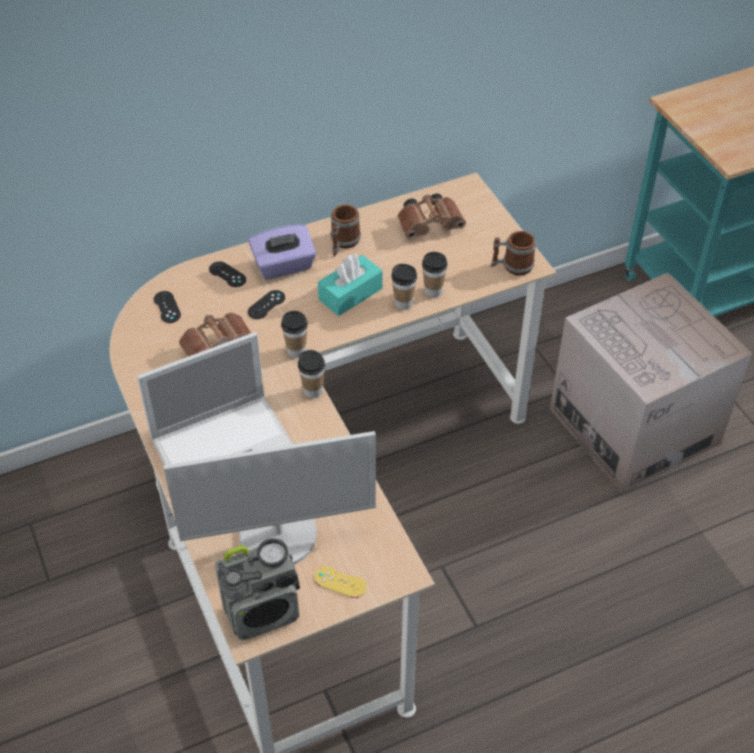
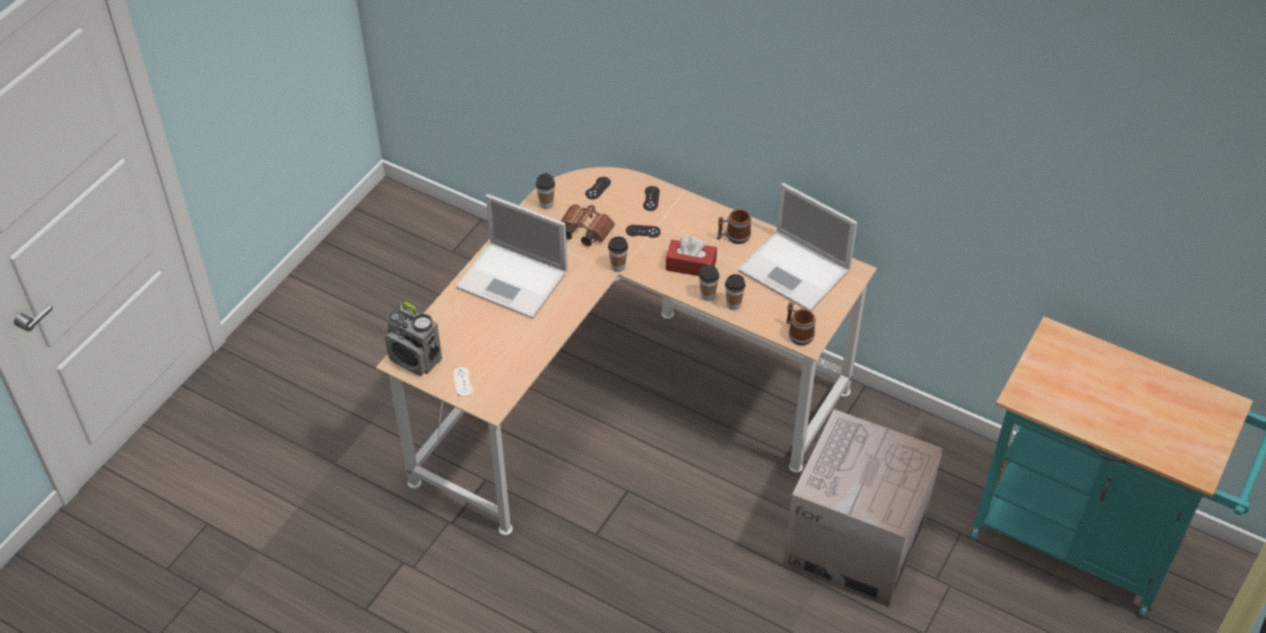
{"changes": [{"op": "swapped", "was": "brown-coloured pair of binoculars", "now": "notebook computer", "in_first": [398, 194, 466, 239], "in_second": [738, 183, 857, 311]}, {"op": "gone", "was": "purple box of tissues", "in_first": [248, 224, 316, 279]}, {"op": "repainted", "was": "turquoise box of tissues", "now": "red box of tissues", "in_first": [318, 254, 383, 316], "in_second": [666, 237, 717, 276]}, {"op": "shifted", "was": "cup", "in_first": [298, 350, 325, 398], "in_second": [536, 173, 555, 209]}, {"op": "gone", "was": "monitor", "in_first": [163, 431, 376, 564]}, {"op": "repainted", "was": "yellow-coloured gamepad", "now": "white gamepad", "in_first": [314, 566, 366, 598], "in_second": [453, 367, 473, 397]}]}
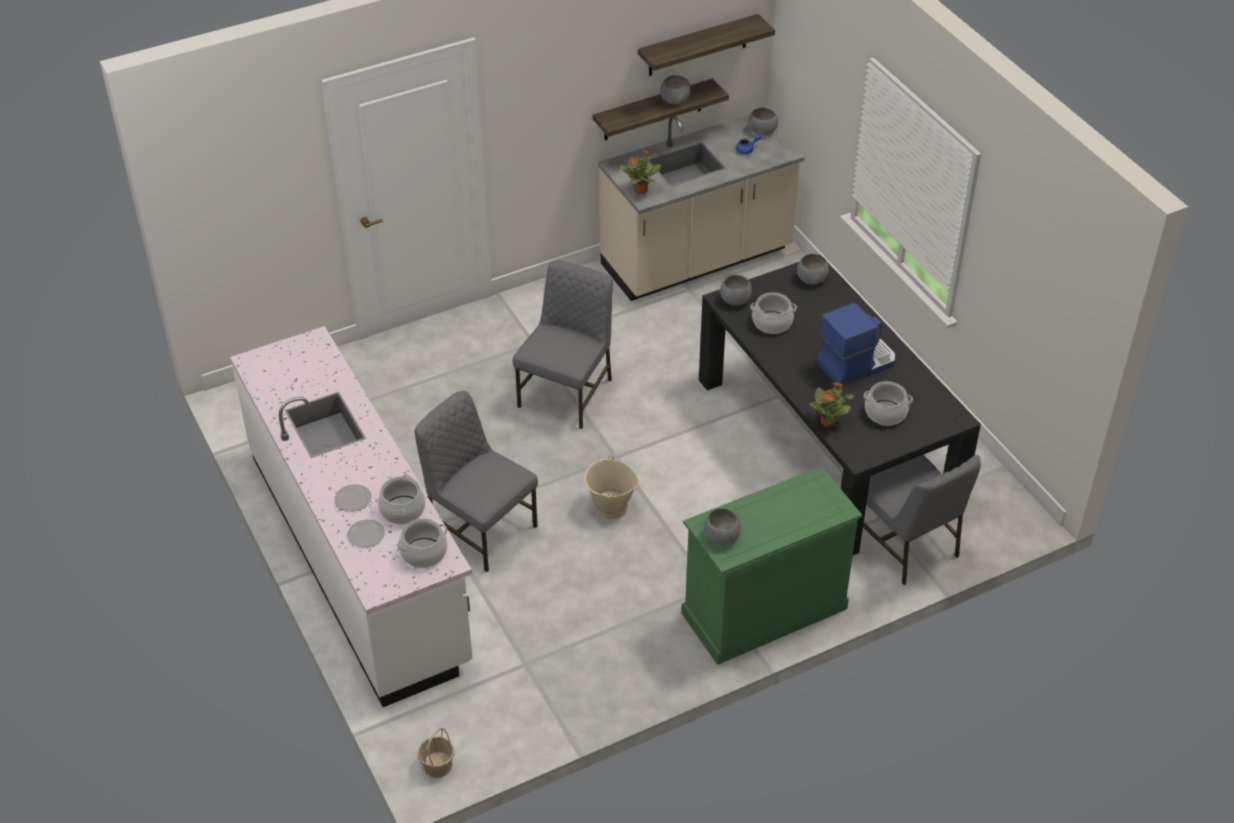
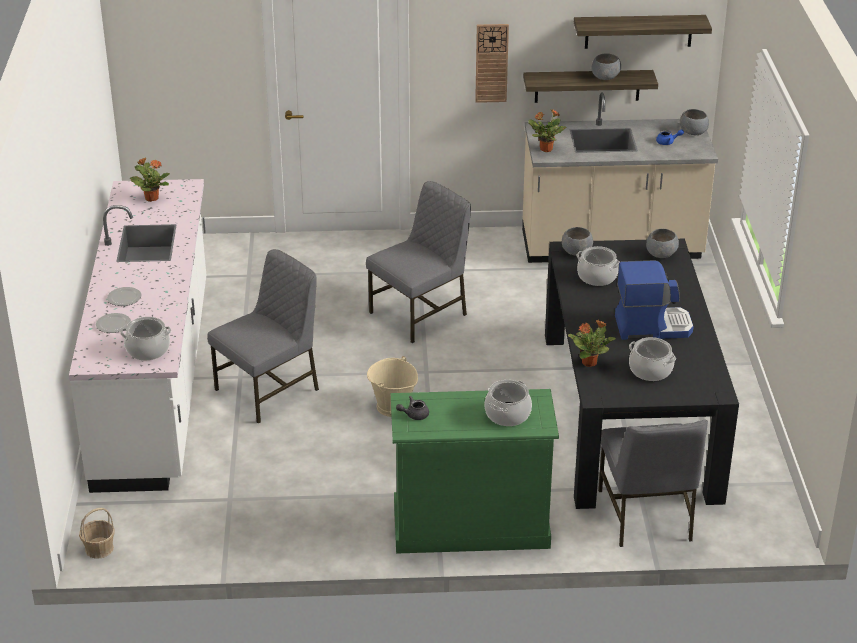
{"changes": [{"op": "rotated", "was": "gray plain chair", "in_first": [415, 391, 538, 572], "in_second": [207, 249, 319, 424], "clockwise": 75}, {"op": "shifted", "was": "cooking pot", "in_first": [378, 475, 425, 525], "in_second": [484, 380, 532, 426]}, {"op": "swapped", "was": "gray serving bowl", "now": "gray pot for tea", "in_first": [704, 508, 741, 545], "in_second": [396, 396, 429, 420]}, {"op": "new", "now": "wall clock", "in_second": [475, 24, 509, 103]}, {"op": "new", "now": "potted plant", "in_second": [130, 158, 170, 202]}]}
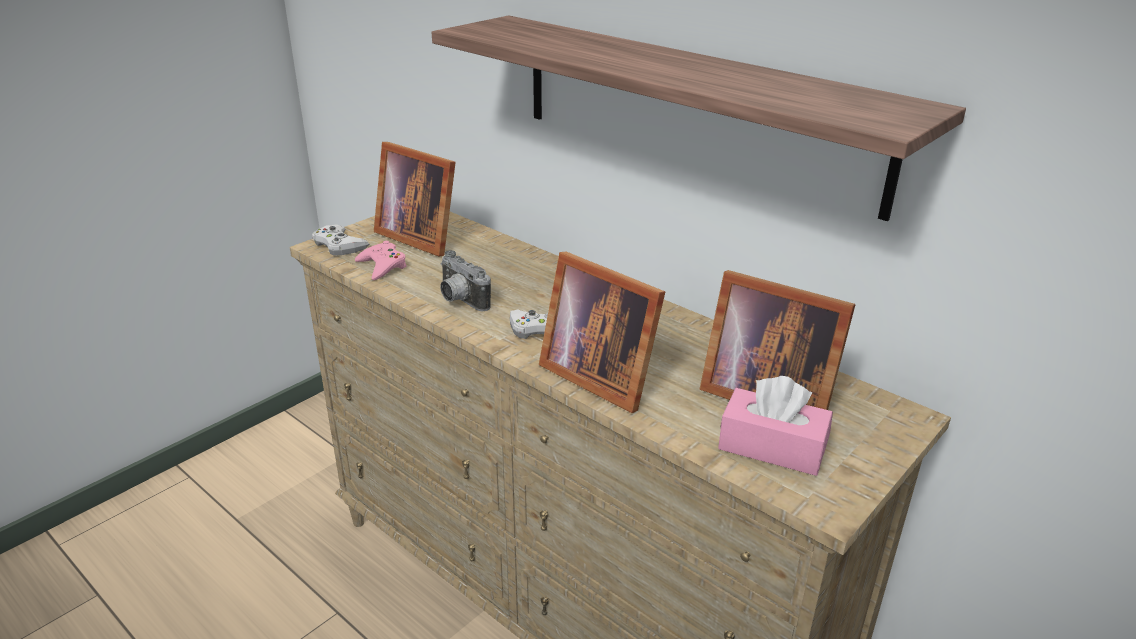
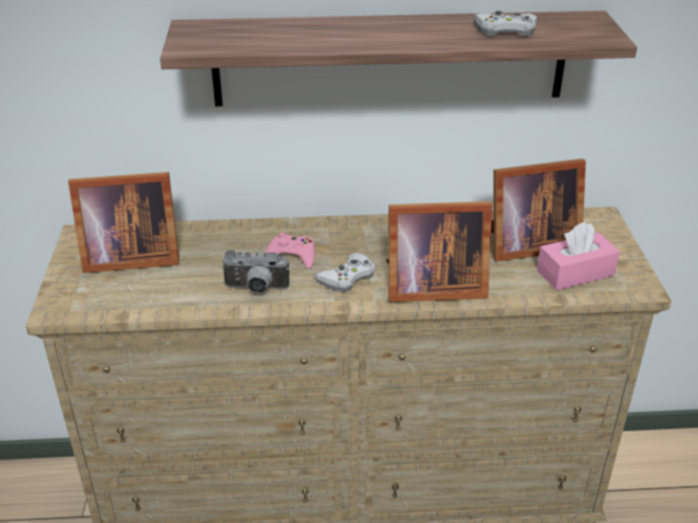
{"changes": [{"op": "shifted", "was": "white gamepad", "in_first": [312, 225, 370, 256], "in_second": [474, 11, 537, 37]}, {"op": "shifted", "was": "pink-coloured gamepad", "in_first": [355, 241, 407, 280], "in_second": [265, 232, 315, 269]}]}
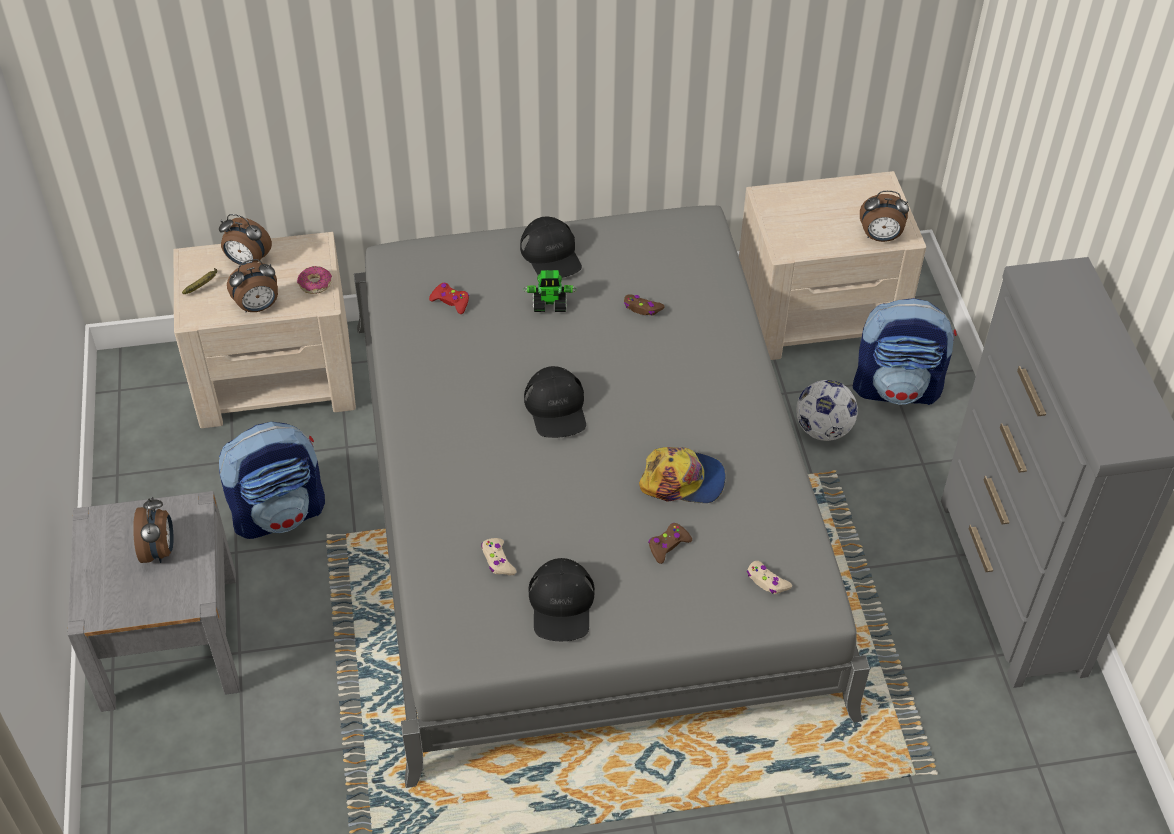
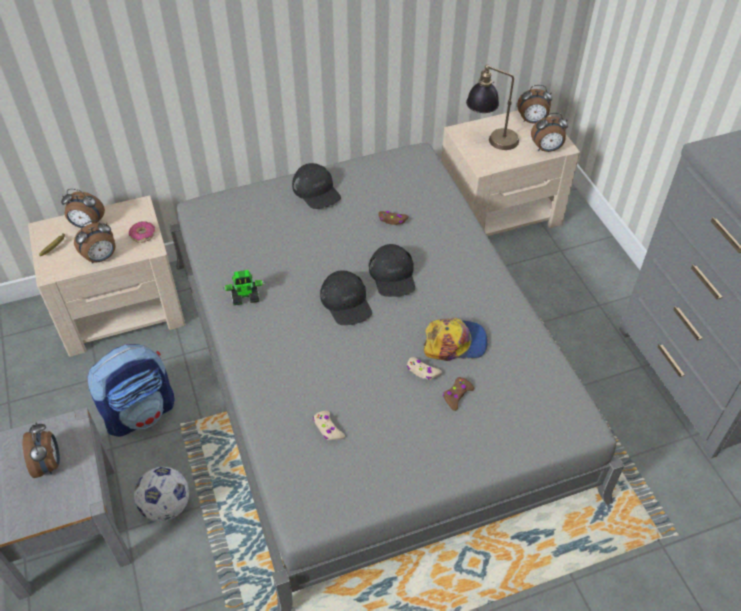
{"changes": [{"op": "shifted", "was": "toy robot", "in_first": [523, 270, 577, 312], "in_second": [222, 270, 266, 305]}, {"op": "gone", "was": "red gamepad", "in_first": [429, 283, 469, 314]}, {"op": "gone", "was": "rucksack", "in_first": [853, 298, 957, 405]}, {"op": "shifted", "was": "football", "in_first": [796, 380, 858, 441], "in_second": [134, 467, 189, 522]}, {"op": "shifted", "was": "black peaked cap", "in_first": [528, 558, 595, 641], "in_second": [369, 244, 415, 297]}, {"op": "shifted", "was": "beige gamepad", "in_first": [747, 561, 792, 594], "in_second": [407, 357, 442, 380]}, {"op": "new", "now": "lamp for a table", "in_second": [466, 64, 519, 150]}, {"op": "new", "now": "bedside clock", "in_second": [517, 85, 552, 124]}]}
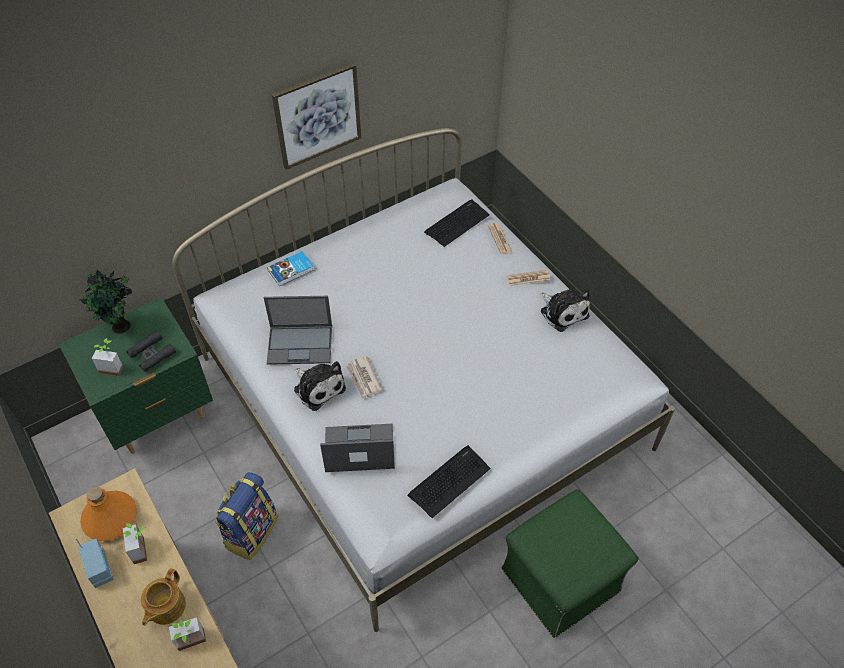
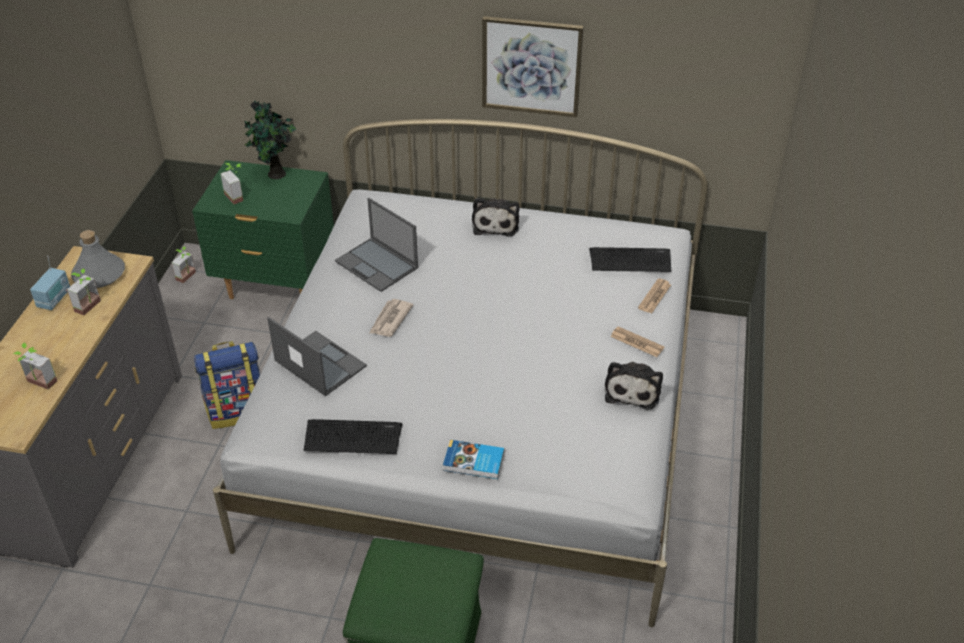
{"changes": [{"op": "shifted", "was": "bound book", "in_first": [267, 251, 314, 286], "in_second": [443, 440, 504, 479]}, {"op": "gone", "was": "black pair of binoculars", "in_first": [126, 330, 176, 372]}, {"op": "shifted", "was": "cuddly toy", "in_first": [294, 361, 346, 411], "in_second": [472, 198, 520, 237]}, {"op": "repainted", "was": "orange drink bottle", "now": "gray drink bottle", "in_first": [80, 486, 137, 541], "in_second": [71, 230, 125, 288]}, {"op": "gone", "was": "pot for tea", "in_first": [141, 568, 186, 626]}, {"op": "new", "now": "potted plant", "in_second": [172, 246, 196, 283]}]}
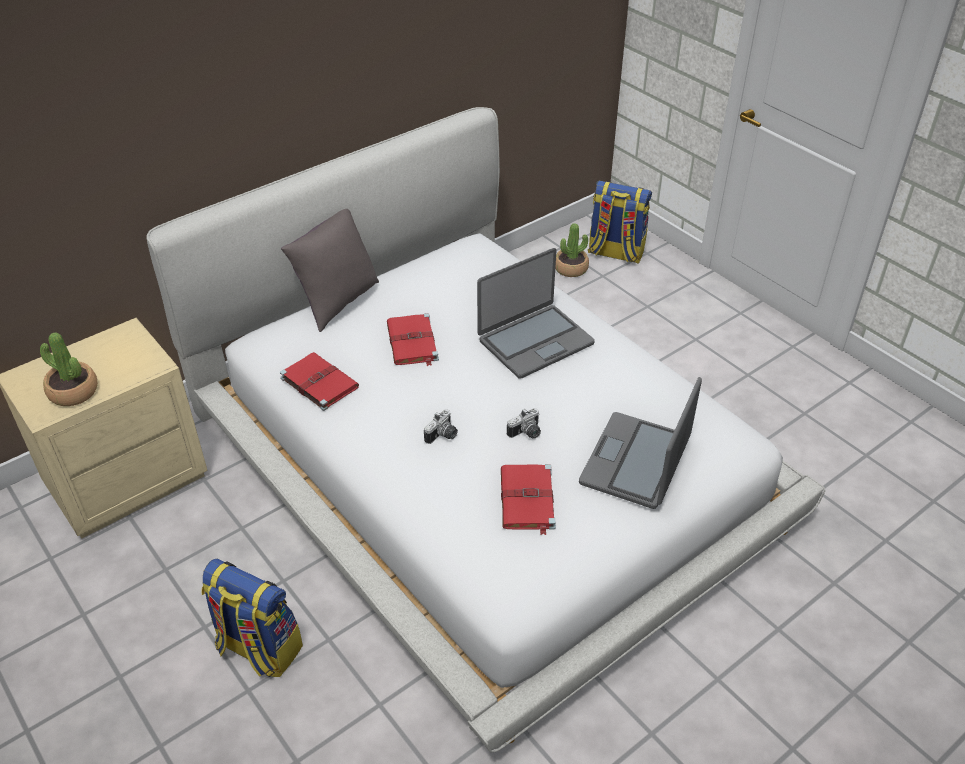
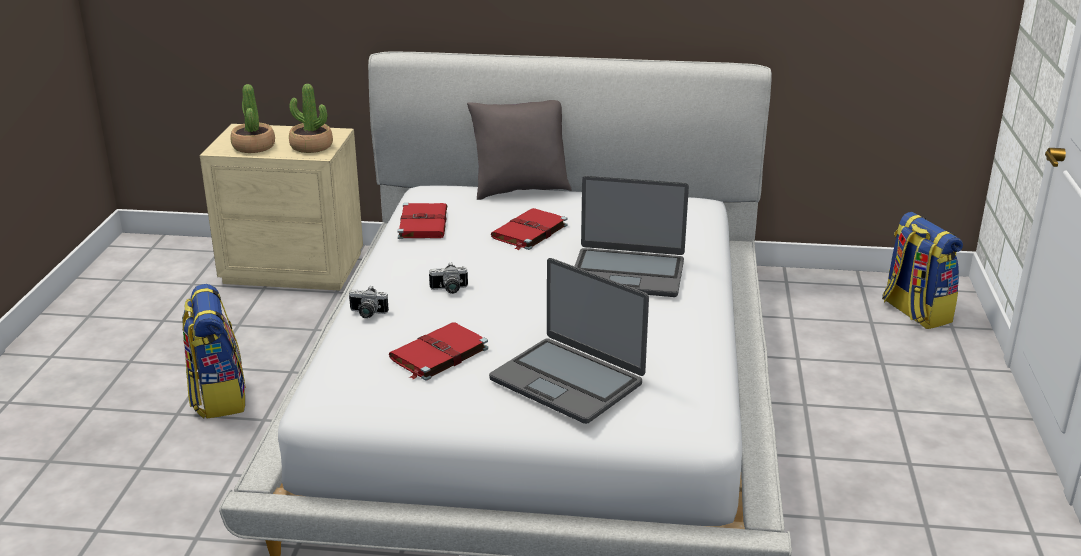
{"changes": [{"op": "shifted", "was": "potted plant", "in_first": [555, 223, 589, 277], "in_second": [289, 84, 333, 153]}, {"op": "rotated", "was": "notebook computer", "in_first": [579, 377, 702, 509], "in_second": [489, 258, 649, 424], "clockwise": -120}, {"op": "shifted", "was": "photo camera", "in_first": [507, 408, 541, 439], "in_second": [349, 286, 389, 318]}]}
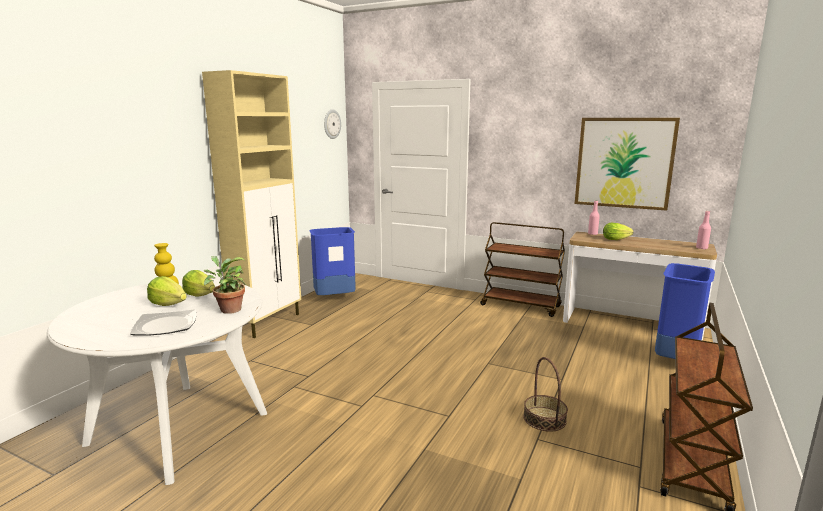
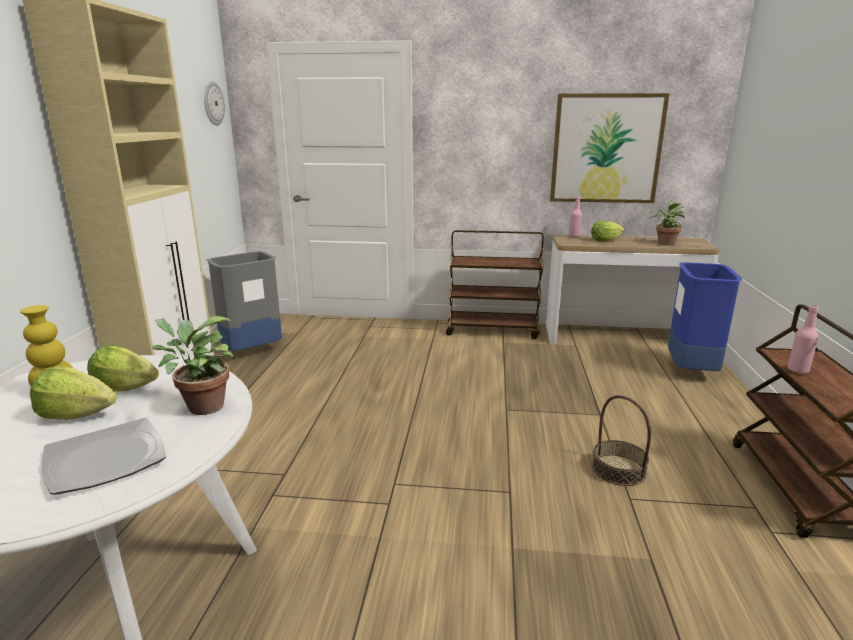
{"changes": [{"op": "shifted", "was": "pink-coloured drink bottle", "in_first": [696, 211, 711, 249], "in_second": [787, 305, 819, 373]}, {"op": "repainted", "was": "blue-coloured rubbish bin", "now": "gray rubbish bin", "in_first": [309, 227, 356, 295], "in_second": [206, 251, 282, 351]}, {"op": "new", "now": "potted plant", "in_second": [649, 202, 685, 245]}]}
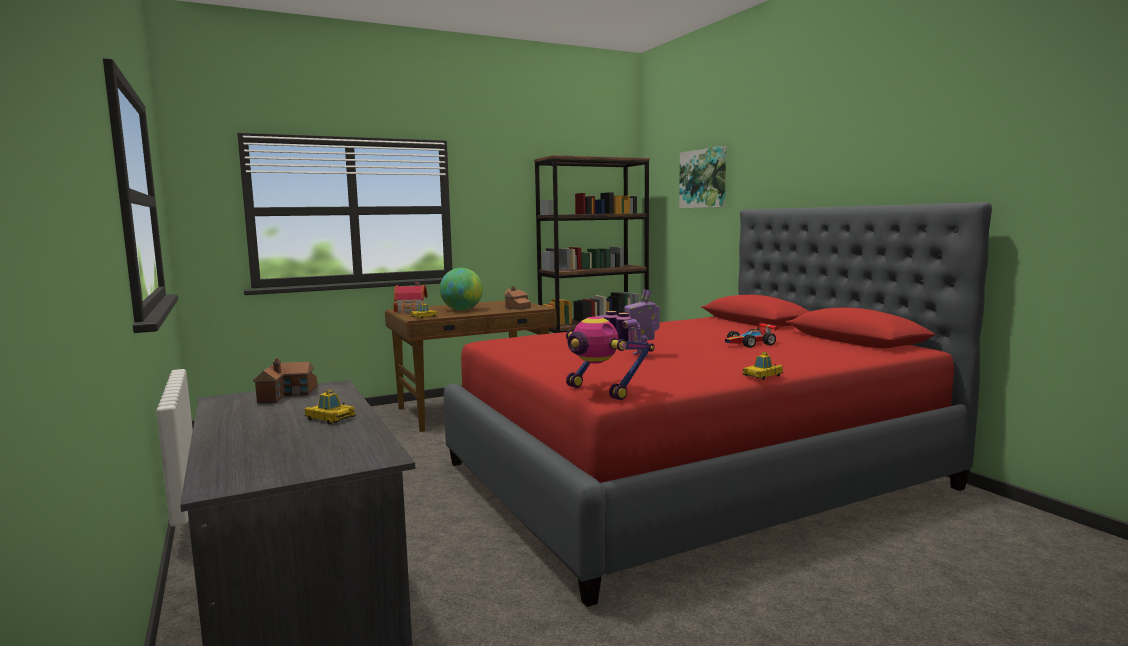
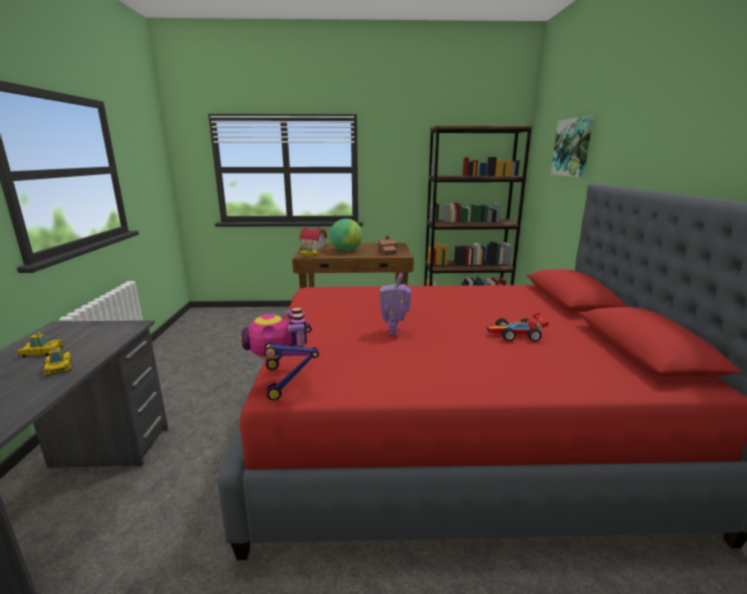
{"changes": [{"op": "shifted", "was": "toy car", "in_first": [743, 352, 783, 380], "in_second": [16, 332, 64, 358]}, {"op": "gone", "was": "miniature house", "in_first": [253, 358, 318, 403]}]}
